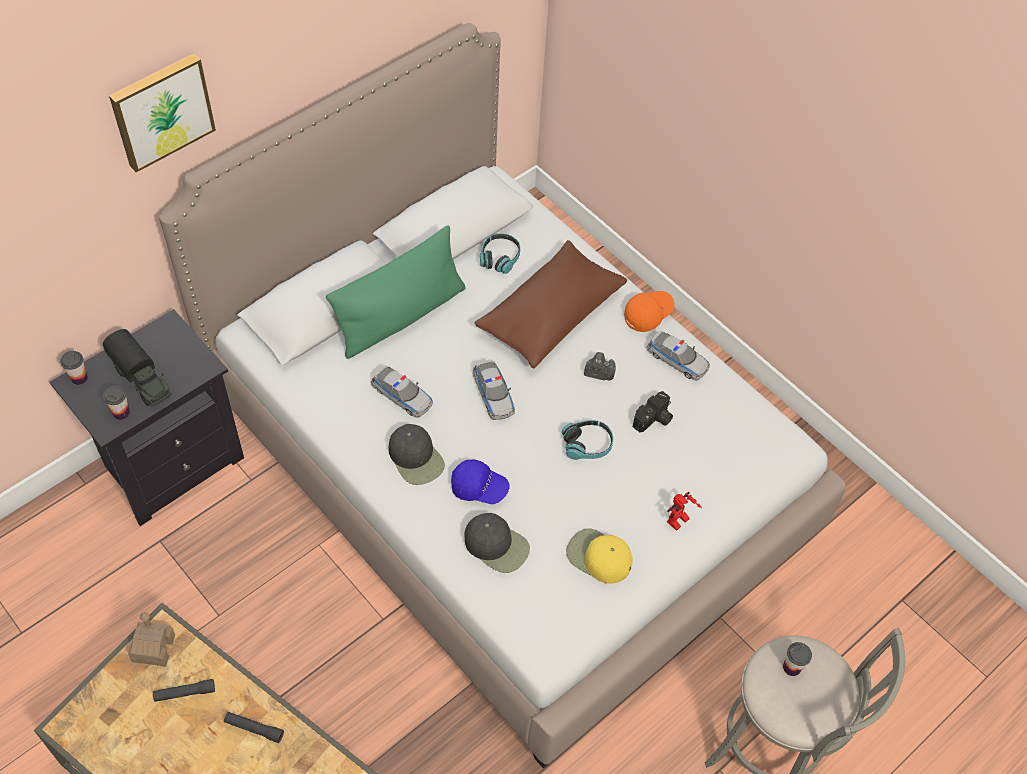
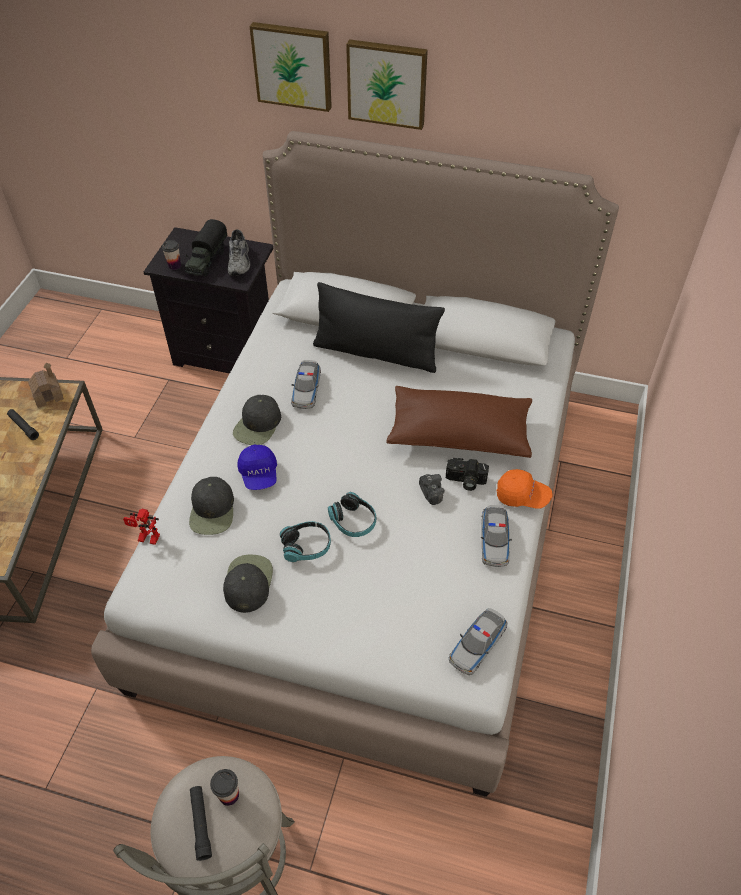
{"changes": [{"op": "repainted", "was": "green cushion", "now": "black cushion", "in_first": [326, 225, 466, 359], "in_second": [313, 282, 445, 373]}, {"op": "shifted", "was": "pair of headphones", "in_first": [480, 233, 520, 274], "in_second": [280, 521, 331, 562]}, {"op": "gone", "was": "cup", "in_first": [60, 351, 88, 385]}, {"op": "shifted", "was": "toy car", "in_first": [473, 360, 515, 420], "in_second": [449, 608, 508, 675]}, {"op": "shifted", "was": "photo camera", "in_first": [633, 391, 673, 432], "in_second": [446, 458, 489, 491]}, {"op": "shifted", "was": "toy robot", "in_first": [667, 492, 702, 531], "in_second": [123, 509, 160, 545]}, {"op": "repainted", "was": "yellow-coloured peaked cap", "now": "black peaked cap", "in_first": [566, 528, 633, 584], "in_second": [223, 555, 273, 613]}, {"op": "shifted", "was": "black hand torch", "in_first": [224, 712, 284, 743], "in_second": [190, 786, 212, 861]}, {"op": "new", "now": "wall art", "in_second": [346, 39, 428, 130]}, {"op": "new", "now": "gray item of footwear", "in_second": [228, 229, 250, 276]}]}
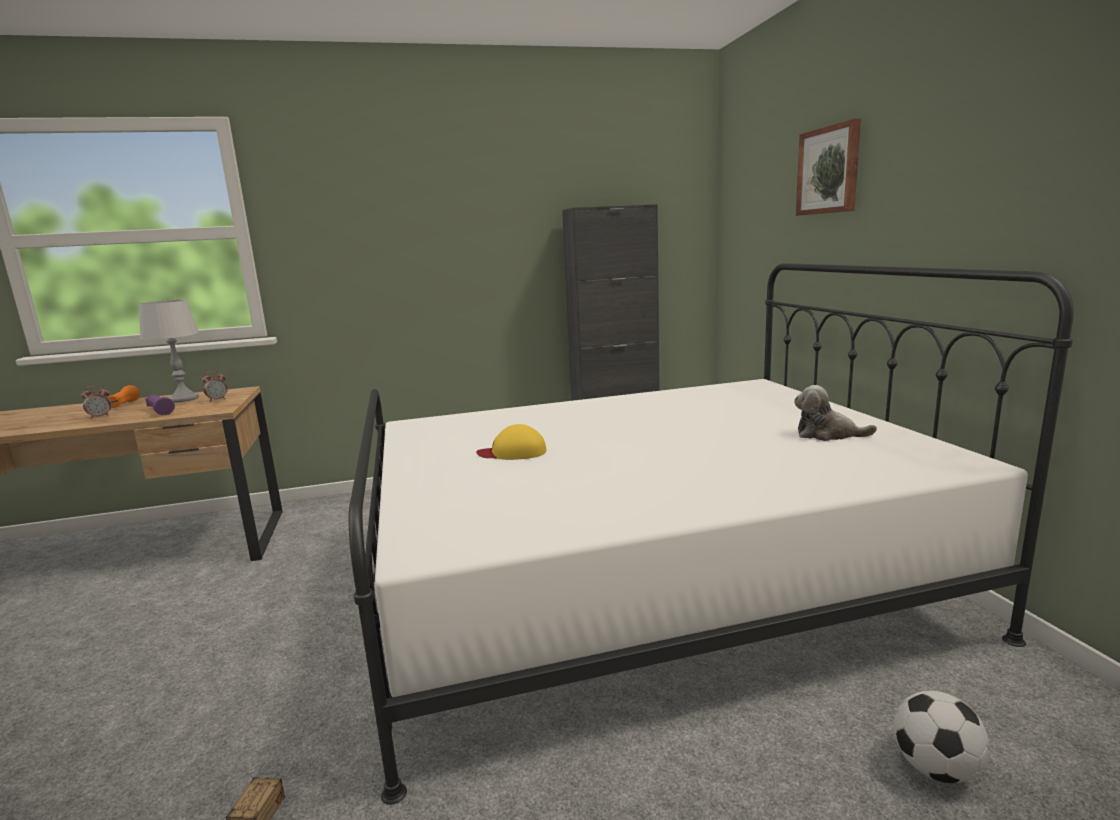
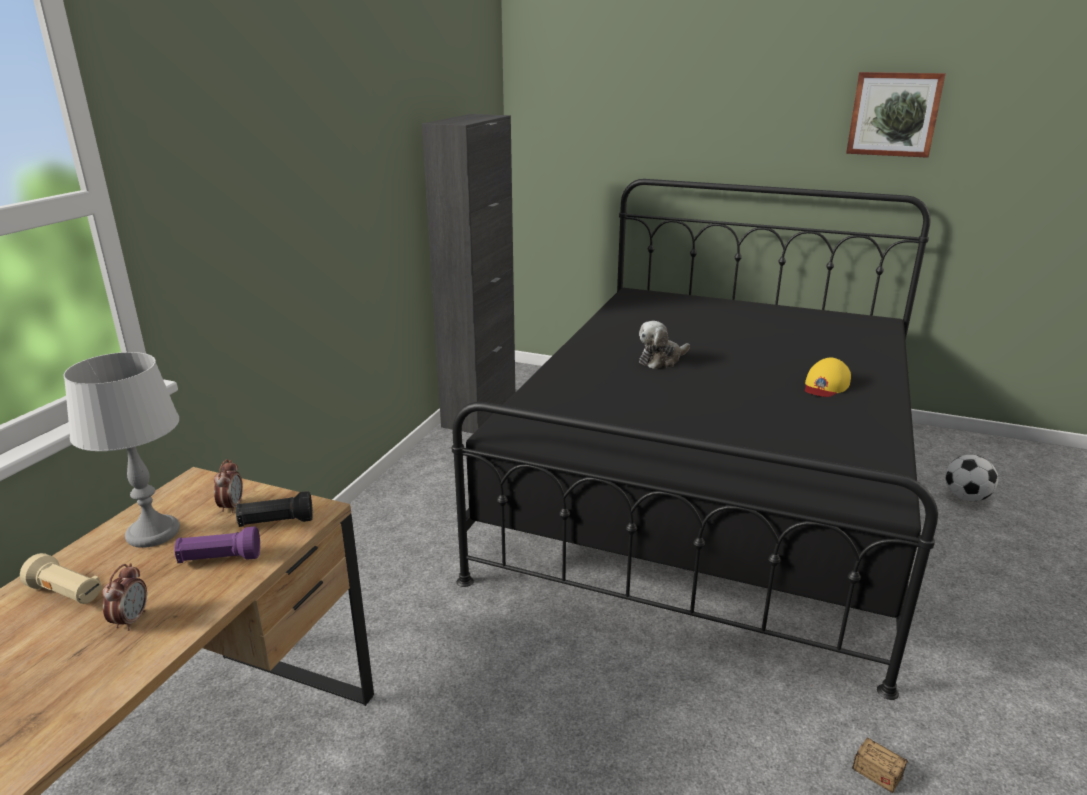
{"changes": [{"op": "shifted", "was": "wall art", "in_first": [796, 119, 861, 216], "in_second": [846, 72, 946, 158]}, {"op": "repainted", "was": "white sleeping bed", "now": "black sleeping bed", "in_first": [349, 263, 1074, 805], "in_second": [452, 179, 938, 700]}, {"op": "repainted", "was": "orange hand torch", "now": "beige hand torch", "in_first": [108, 385, 140, 408], "in_second": [20, 553, 102, 604]}, {"op": "shifted", "was": "cuddly toy", "in_first": [794, 385, 877, 441], "in_second": [639, 321, 690, 369]}, {"op": "shifted", "was": "yellow-coloured peaked cap", "in_first": [476, 424, 546, 460], "in_second": [805, 358, 851, 397]}, {"op": "new", "now": "black hand torch", "in_second": [236, 491, 313, 527]}]}
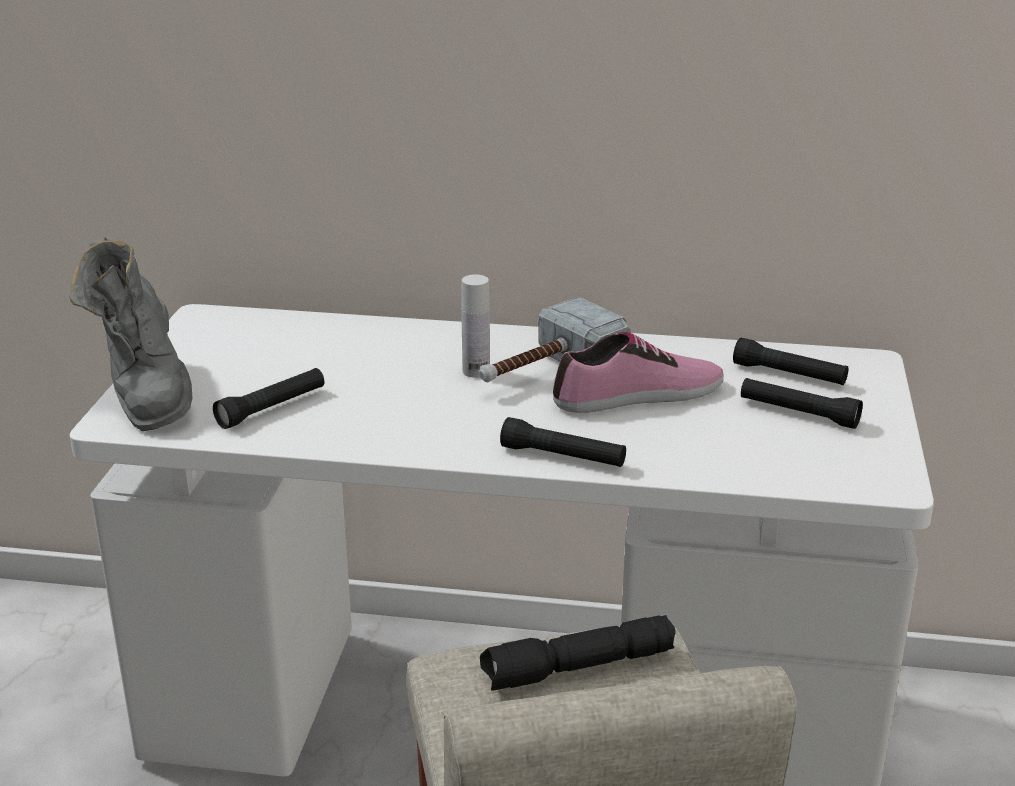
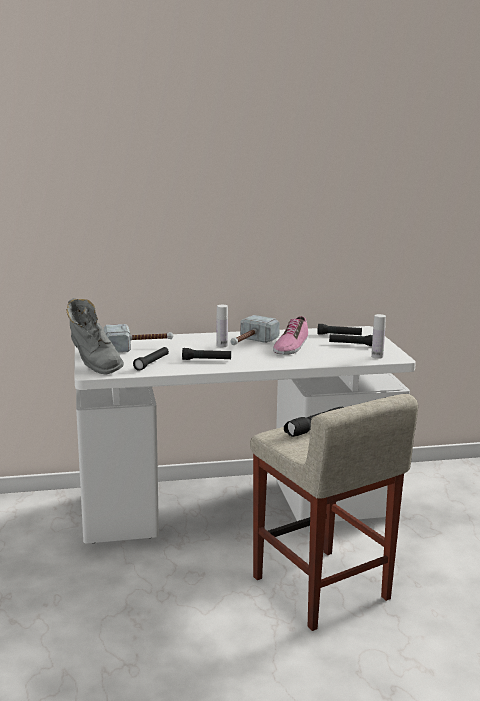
{"changes": [{"op": "rotated", "was": "item of footwear", "in_first": [553, 332, 724, 413], "in_second": [273, 316, 308, 355], "clockwise": 150}, {"op": "shifted", "was": "black hand torch", "in_first": [500, 417, 626, 467], "in_second": [182, 348, 231, 360]}, {"op": "new", "now": "white drink bottle", "in_second": [371, 314, 386, 359]}, {"op": "new", "now": "hand hammer", "in_second": [104, 324, 173, 353]}]}
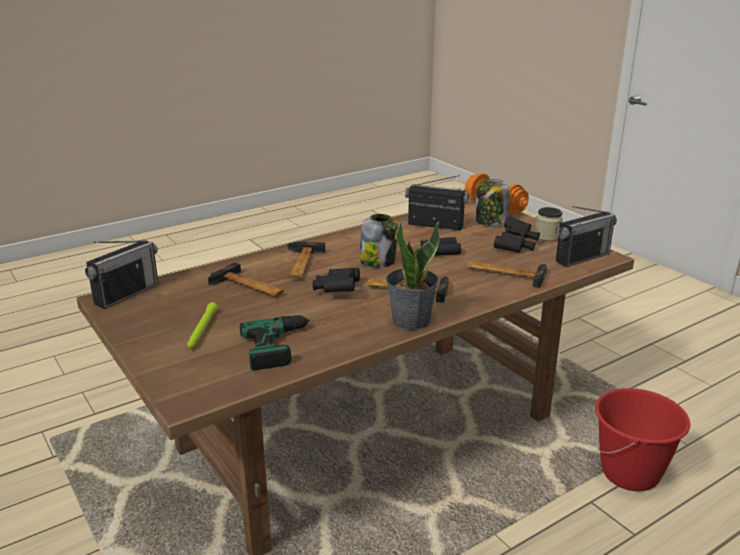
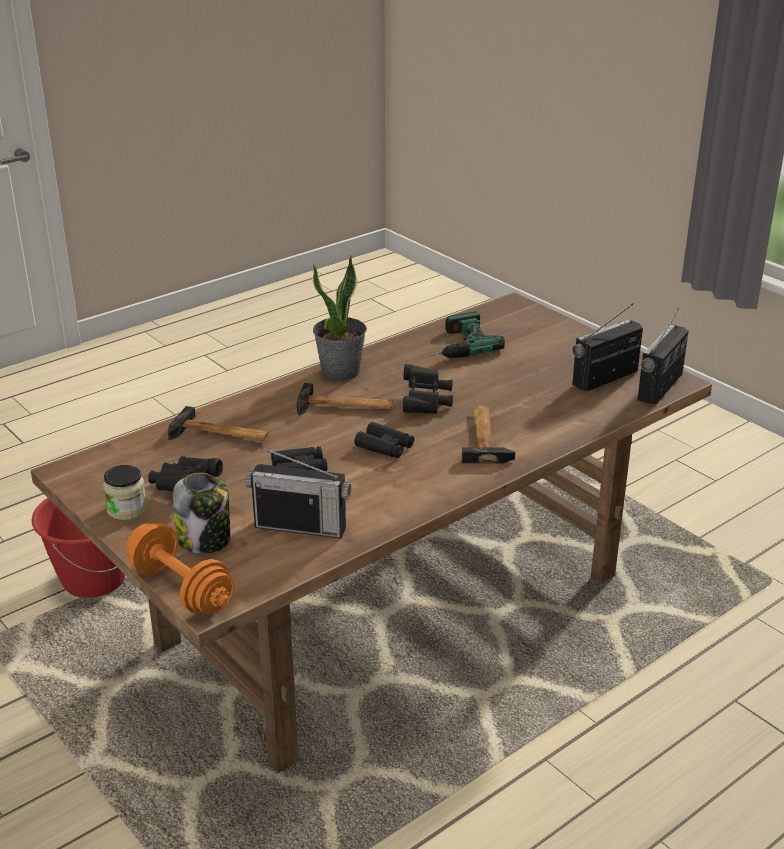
{"changes": [{"op": "shifted", "was": "radio", "in_first": [556, 206, 617, 267], "in_second": [572, 303, 643, 391]}, {"op": "swapped", "was": "preserve jar", "now": "black pair of binoculars", "in_first": [359, 214, 398, 268], "in_second": [354, 422, 414, 458]}, {"op": "gone", "was": "hand hammer", "in_first": [208, 262, 284, 296]}, {"op": "gone", "was": "green hand torch", "in_first": [187, 302, 218, 349]}]}
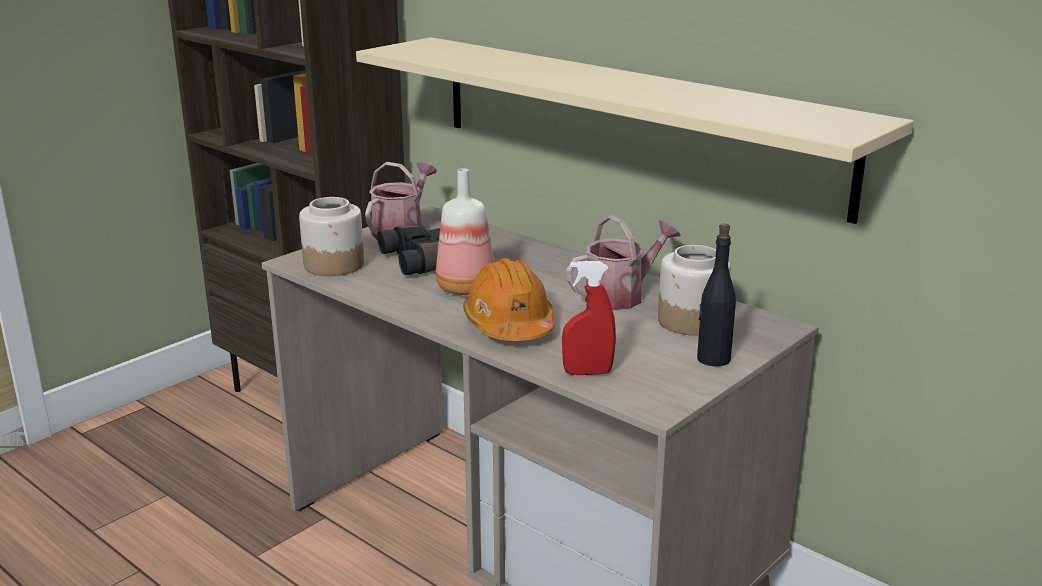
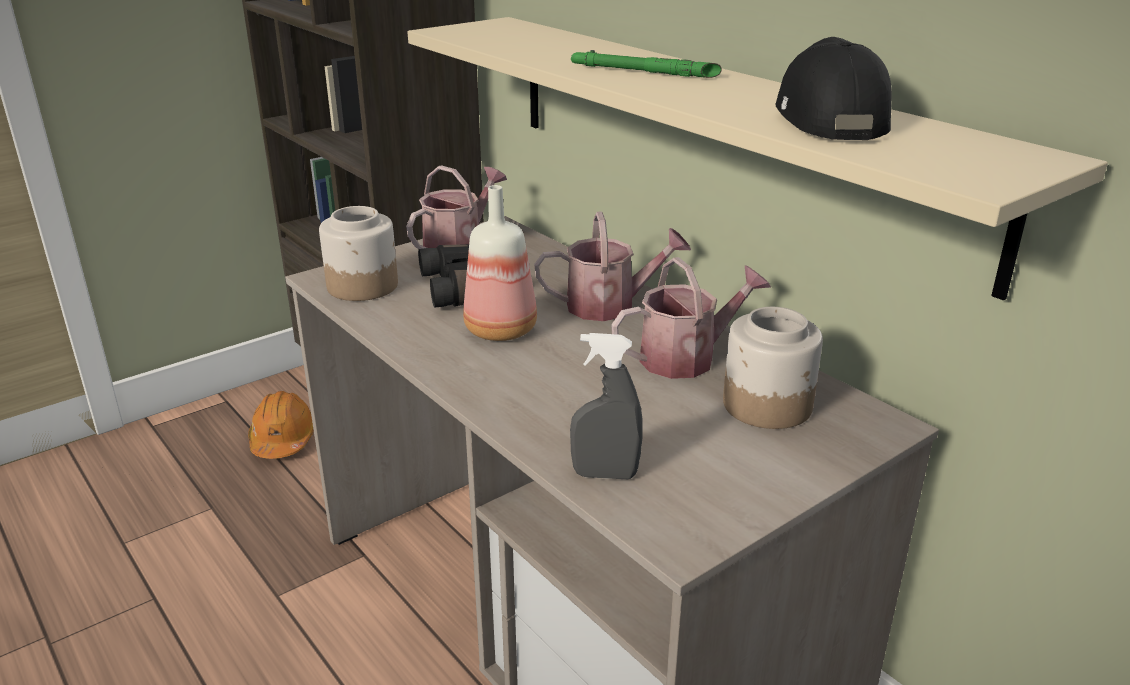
{"changes": [{"op": "gone", "was": "black drink bottle", "in_first": [697, 223, 736, 367]}, {"op": "shifted", "was": "orange work helmet", "in_first": [463, 258, 555, 341], "in_second": [248, 391, 314, 459]}, {"op": "repainted", "was": "red spray bottle", "now": "gray spray bottle", "in_first": [562, 261, 616, 375], "in_second": [570, 333, 643, 479]}, {"op": "new", "now": "black peaked cap", "in_second": [775, 37, 892, 140]}, {"op": "new", "now": "green hand torch", "in_second": [571, 50, 722, 78]}, {"op": "new", "now": "watering can", "in_second": [534, 212, 691, 321]}]}
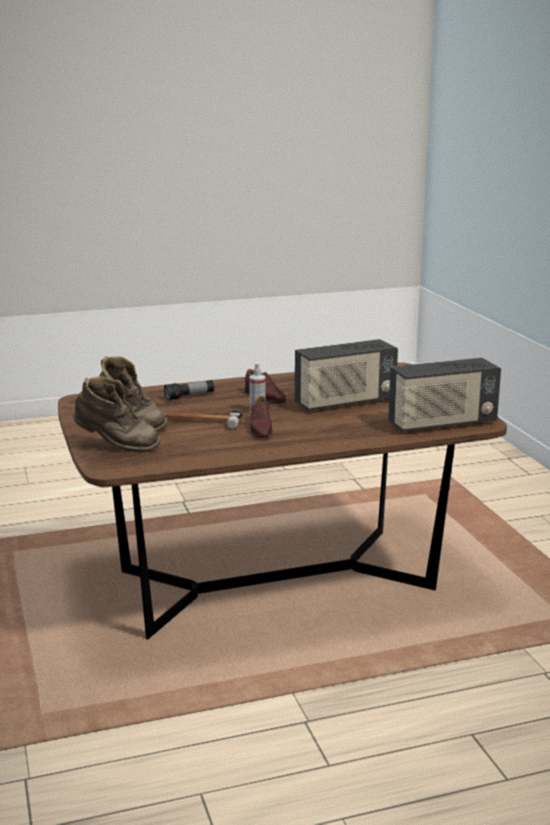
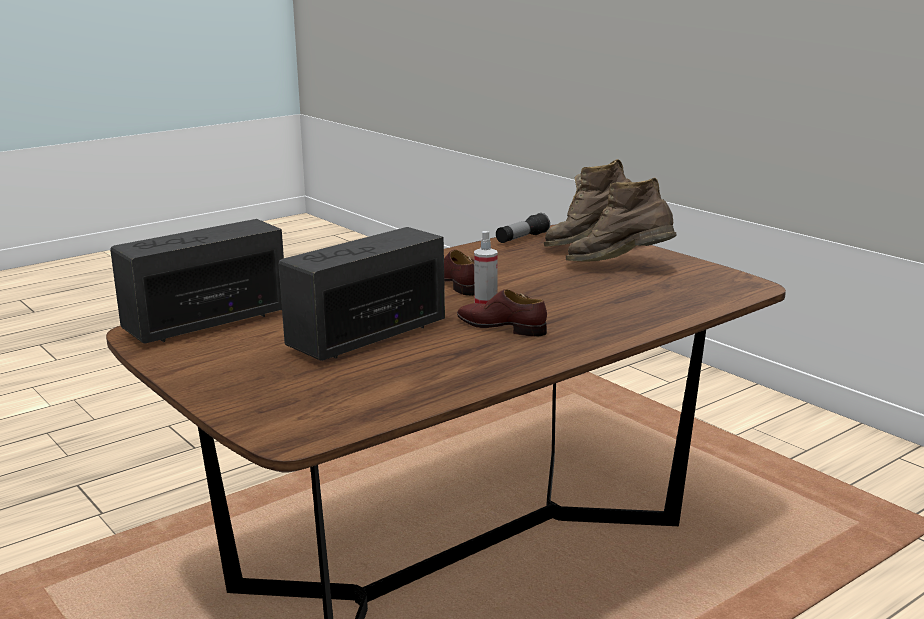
{"changes": [{"op": "shifted", "was": "hand torch", "in_first": [164, 380, 214, 401], "in_second": [496, 213, 550, 243]}, {"op": "gone", "was": "hand hammer", "in_first": [164, 409, 242, 430]}]}
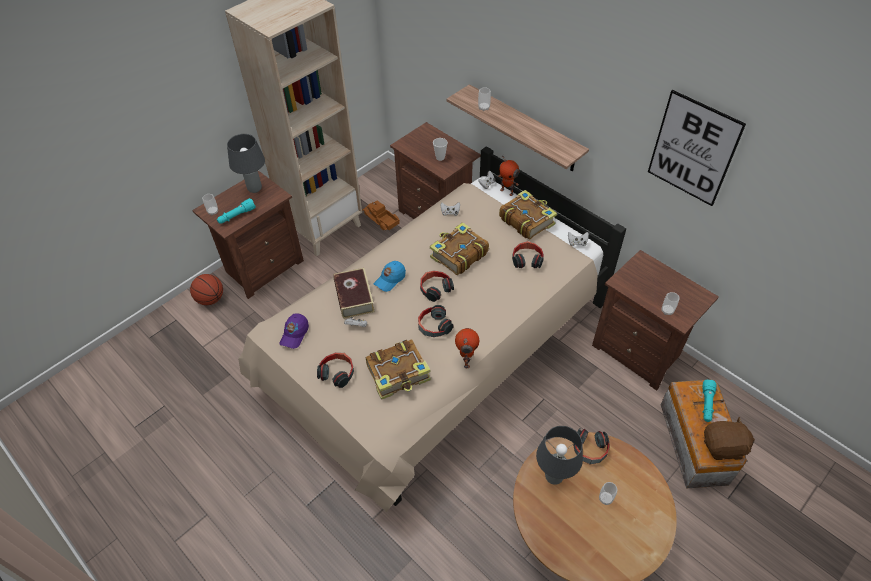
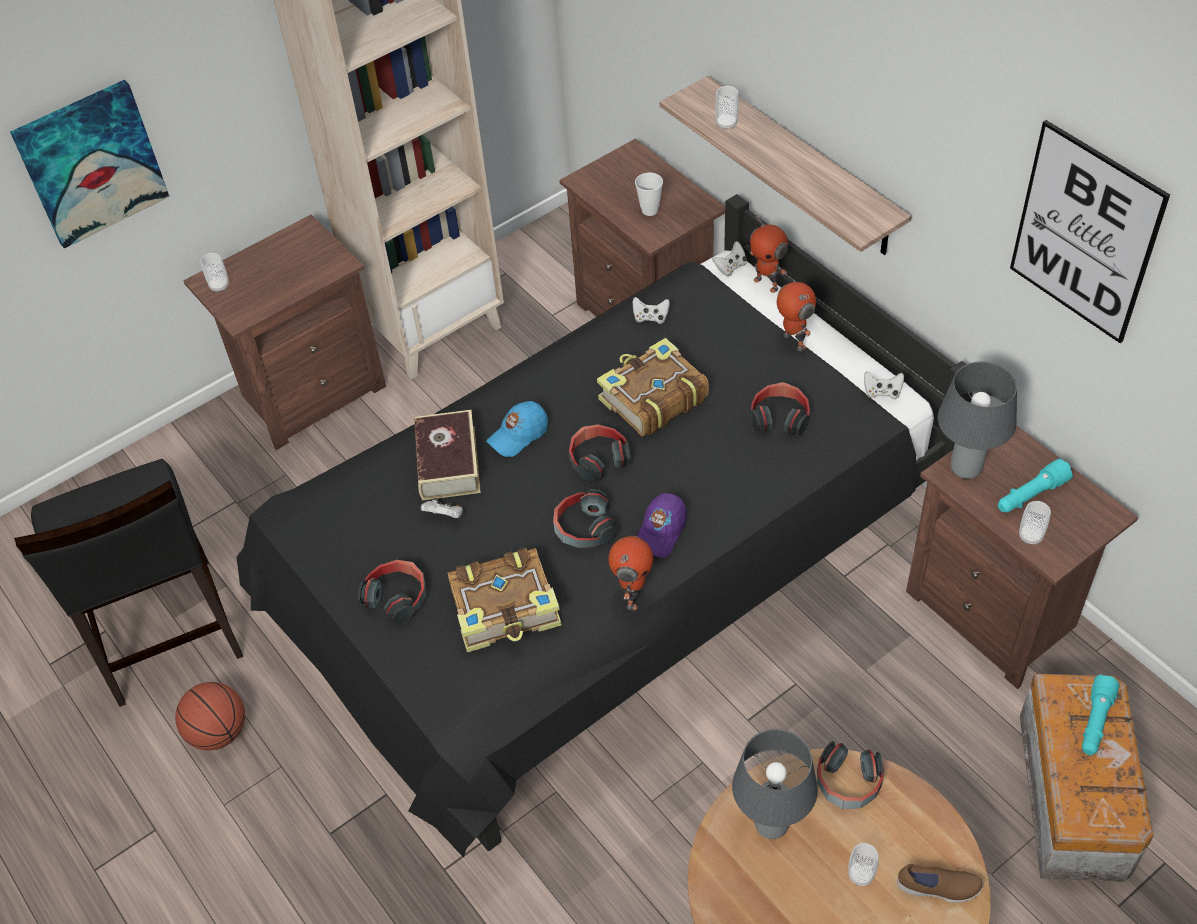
{"changes": [{"op": "shifted", "was": "gray lamp for a table", "in_first": [227, 134, 265, 193], "in_second": [938, 361, 1017, 479]}, {"op": "repainted", "was": "beige sleeping bed", "now": "black sleeping bed", "in_first": [238, 146, 626, 512], "in_second": [236, 194, 973, 858]}, {"op": "swapped", "was": "bound book", "now": "toy robot", "in_first": [499, 190, 557, 239], "in_second": [777, 282, 816, 351]}, {"op": "shifted", "was": "turquoise hand torch", "in_first": [217, 198, 256, 224], "in_second": [998, 459, 1073, 512]}, {"op": "gone", "was": "toy lorry", "in_first": [362, 201, 400, 230]}, {"op": "shifted", "was": "ball for basketball", "in_first": [190, 274, 223, 305], "in_second": [175, 682, 245, 750]}, {"op": "shifted", "was": "purple peaked cap", "in_first": [279, 313, 309, 349], "in_second": [637, 493, 687, 557]}, {"op": "gone", "was": "brown-coloured cuddly toy", "in_first": [704, 417, 755, 460]}, {"op": "new", "now": "wall art", "in_second": [10, 80, 170, 248]}, {"op": "new", "now": "black plain chair", "in_second": [14, 459, 243, 707]}, {"op": "new", "now": "brown-coloured item of footwear", "in_second": [897, 864, 983, 903]}]}
